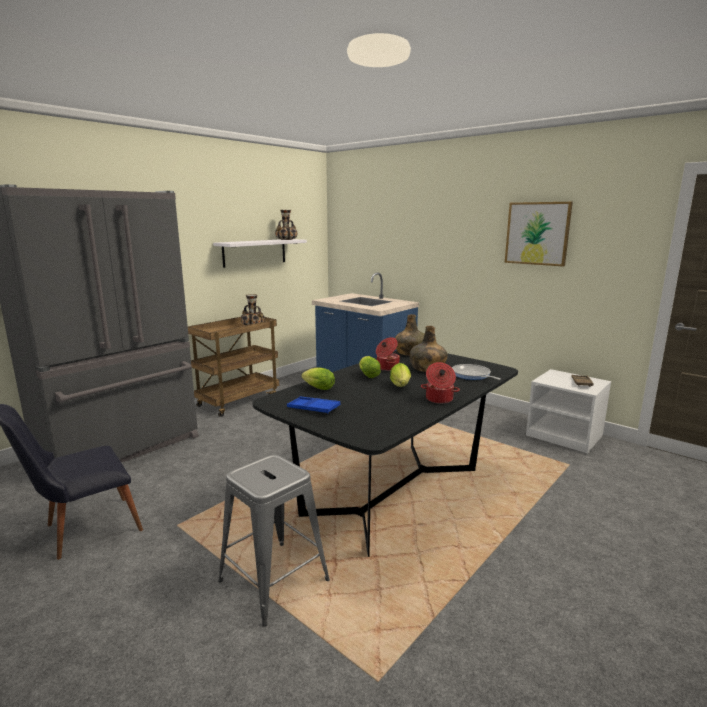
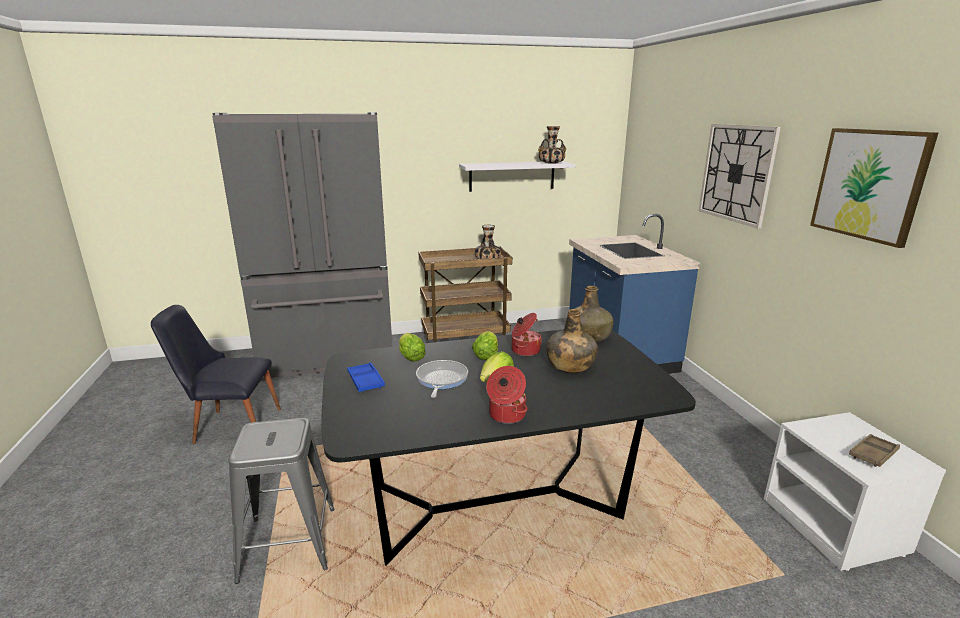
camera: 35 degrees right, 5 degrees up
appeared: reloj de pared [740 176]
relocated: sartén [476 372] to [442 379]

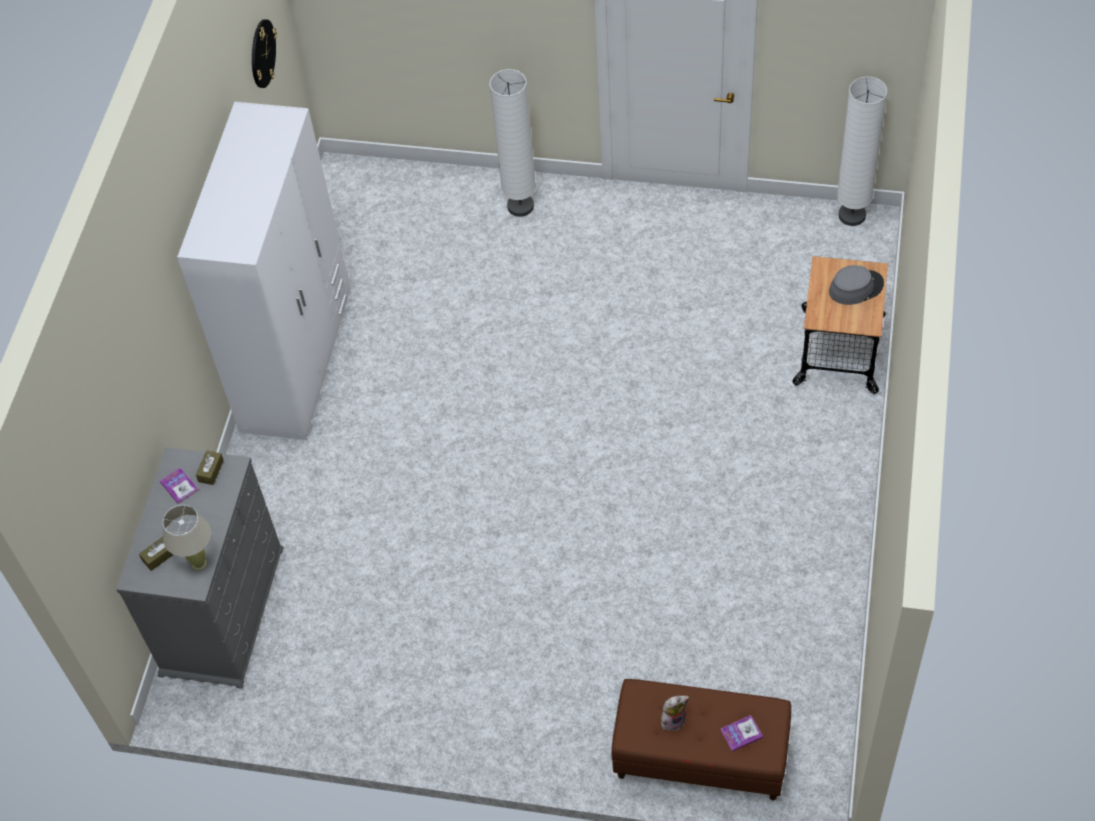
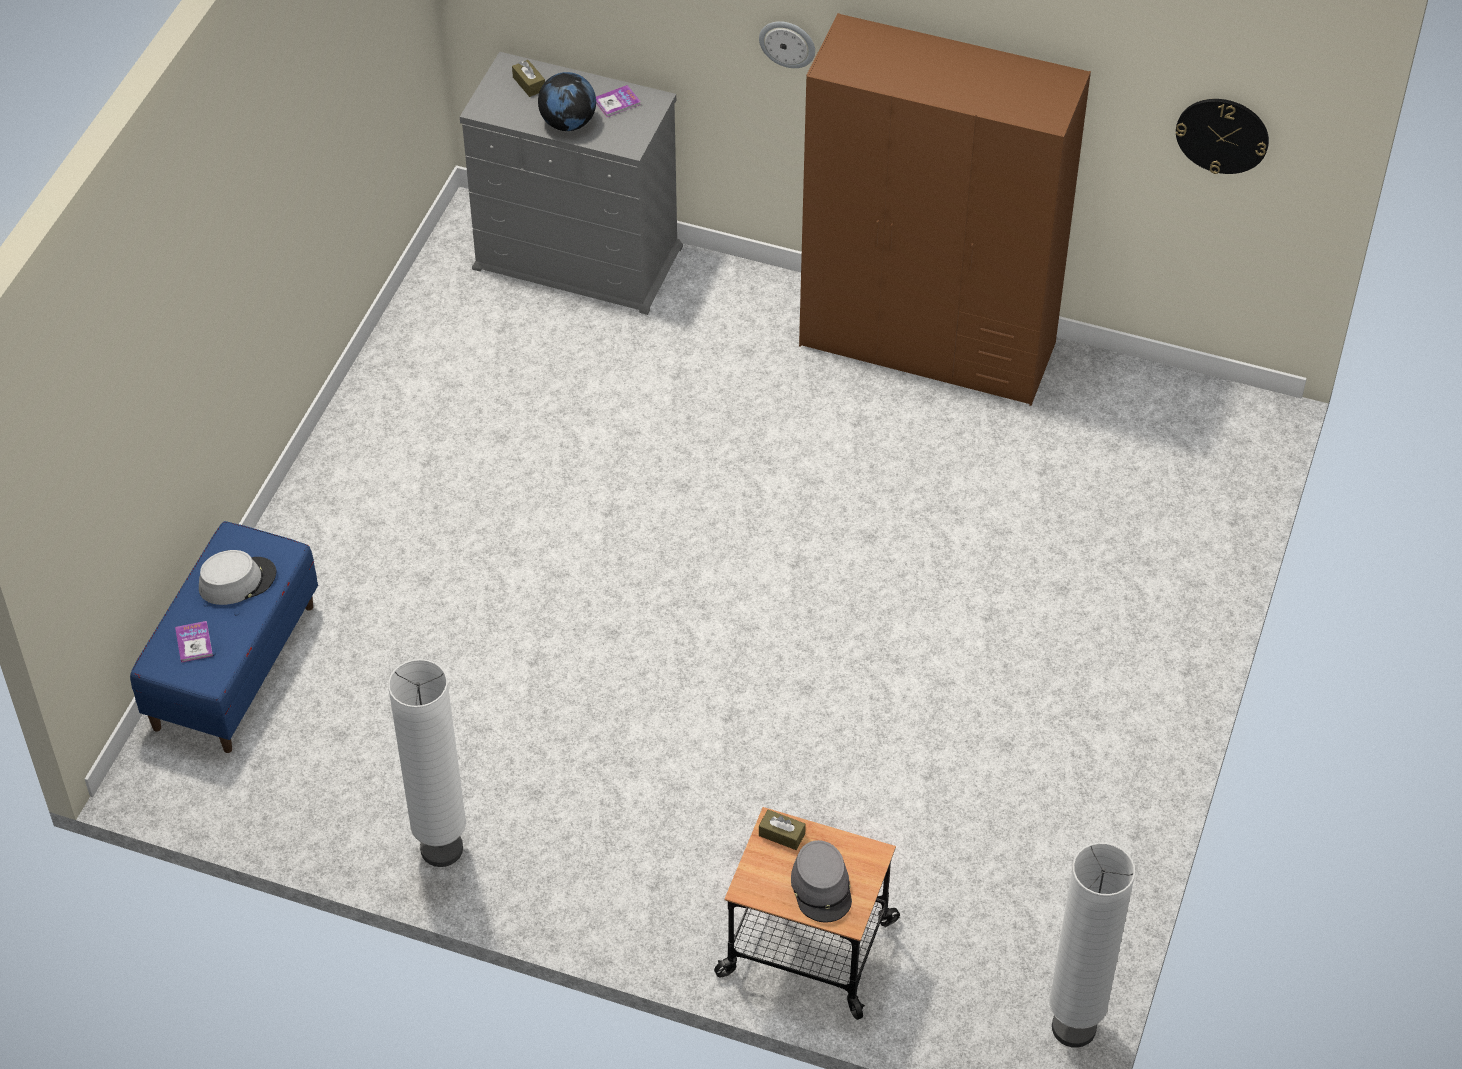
camera: 95 degrees right, 5 degrees down
missing: lámpara de mesa/beis [187 537]
appeared: globo terráqueo [567 101]; reloj de pared [787 44]
relocated: caja de pañuelos/marrón [210 468] to [782 830]; lámpara de pie/blanco [512 143] to [427 763]
exchanged: peluche [675 713] to sombrero/gris [237 577]
colour: armario ropero/blanco [264 271] to armario ropero/marrón [945 209]; banco/marrón [701 739] to banco/azul [224 637]

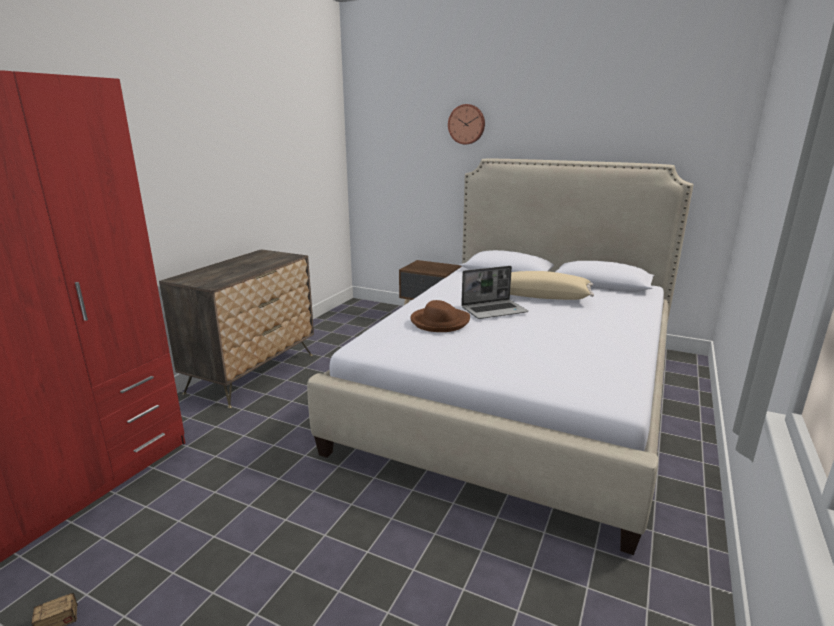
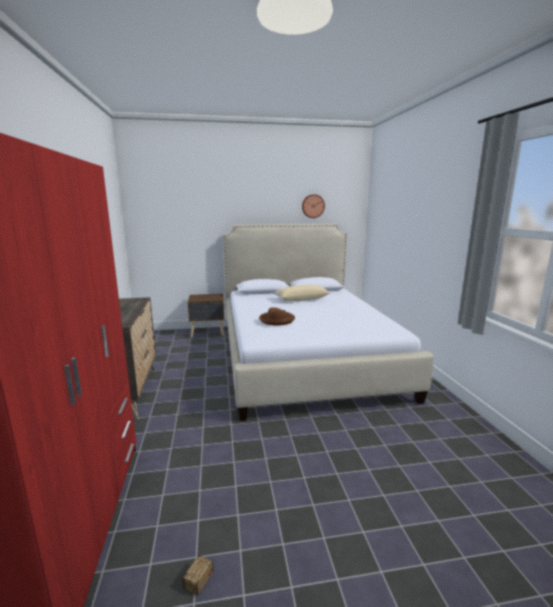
camera: 35 degrees left, 5 degrees down
missing: portátil [494 292]
relocated: reloj de pared [466 124] to [313 206]

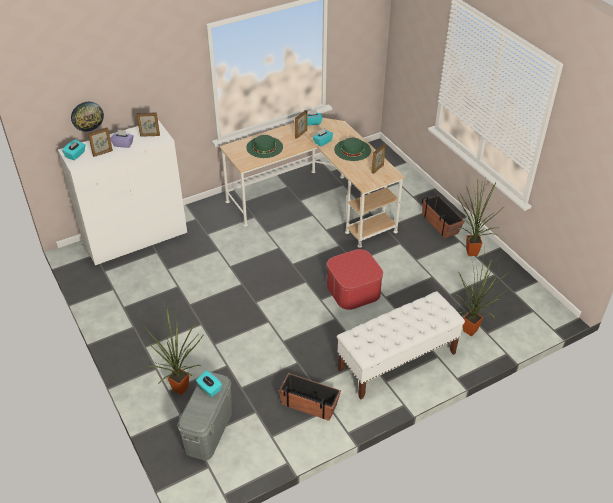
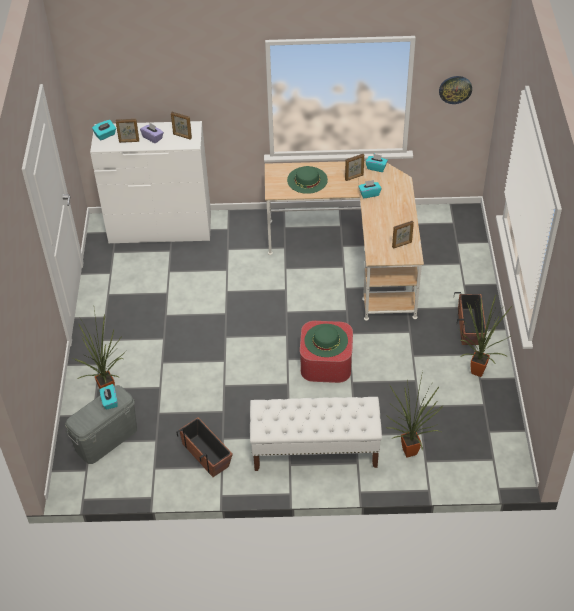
camera: 30 degrees right, 5 degrees up
relocated: reloj de pared [87 117] to [455 90]; sombrero/verde [352 149] to [326 340]

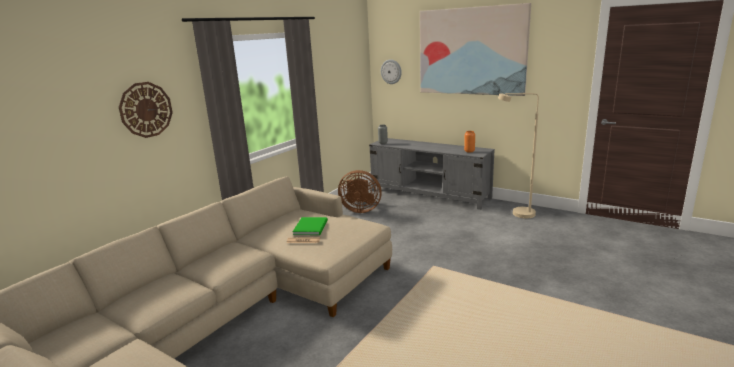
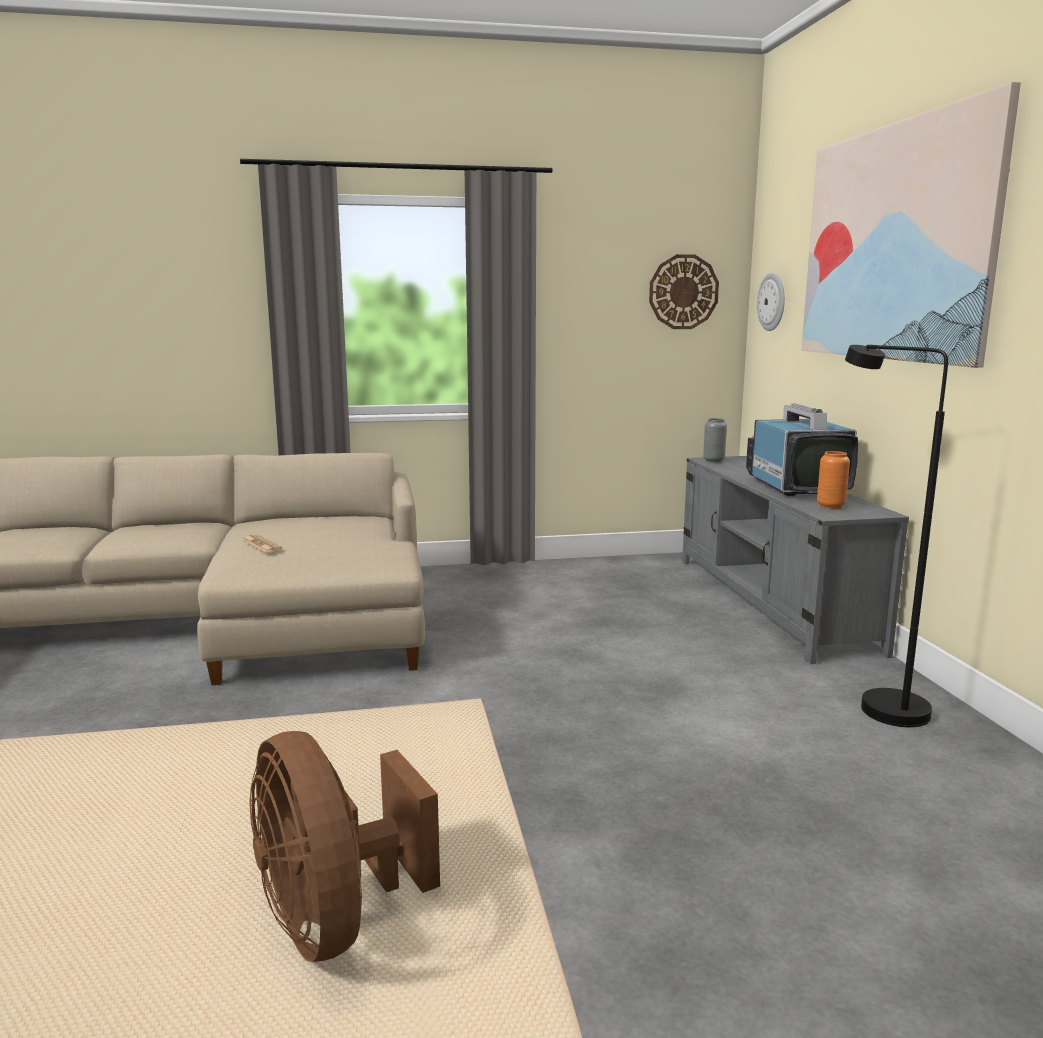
camera: 45 degrees right, 5 degrees down
missing: libro/verde [310 226]
appeared: televisor [802 449]
relocated: reloj de pared [146 110] to [684 291]; ventilador/marrón [360 191] to [345 846]
colour: lámpara de pie/beis [518 155] to lámpara de pie/negro [896 536]

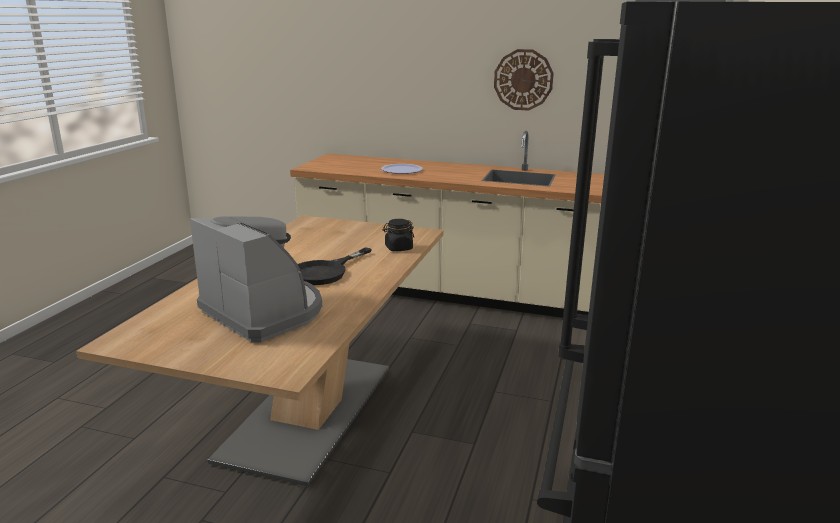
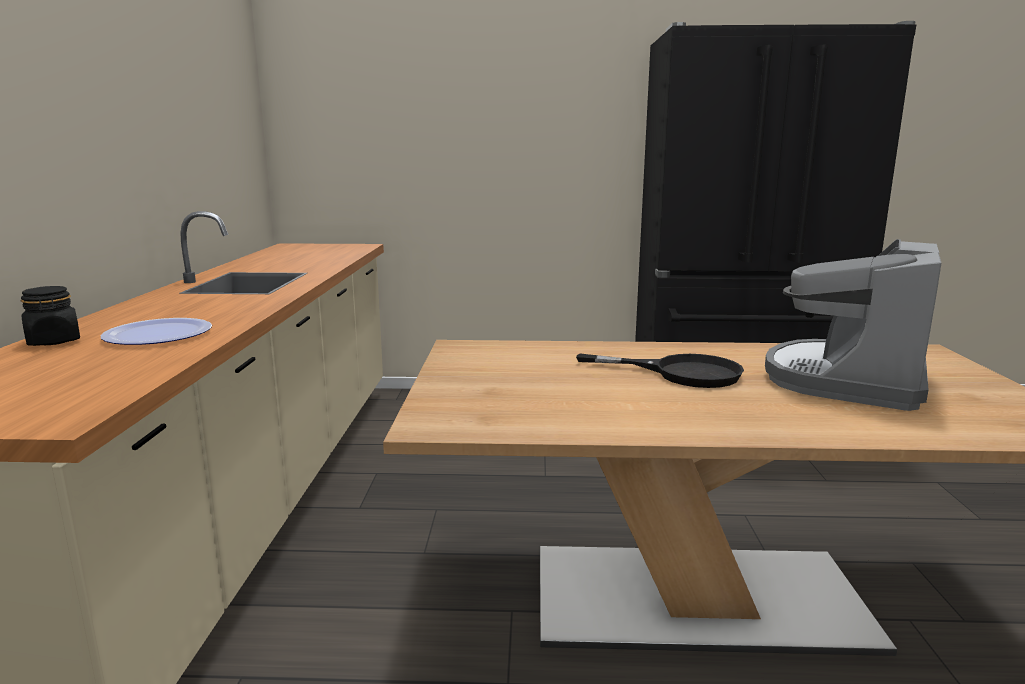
camera: 105 degrees left, 5 degrees down
missing: reloj de pared [524 80]
relocated: tarro/negro [398 235] to [50 316]

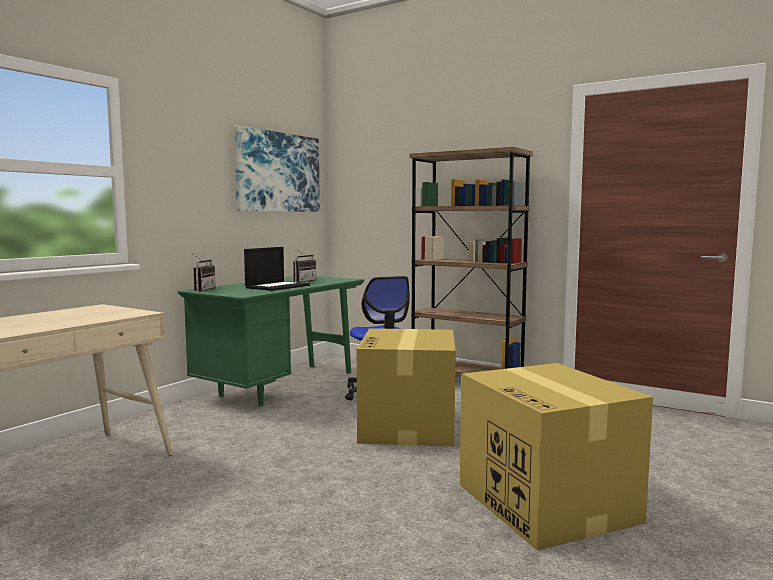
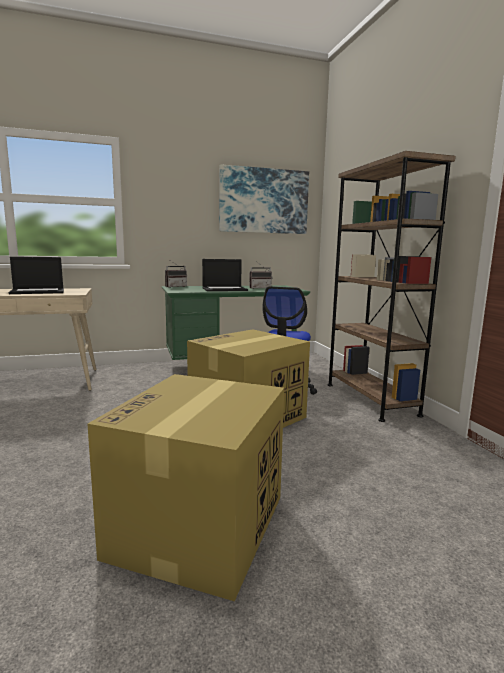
camera: 40 degrees right, 5 degrees up
appeared: portátil [36 275]

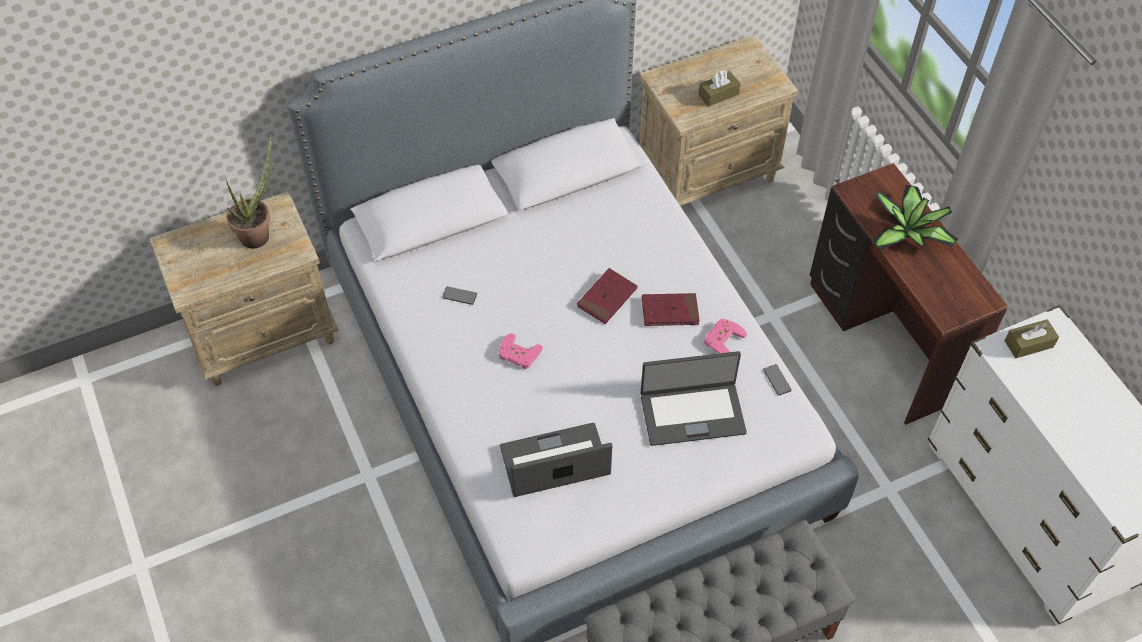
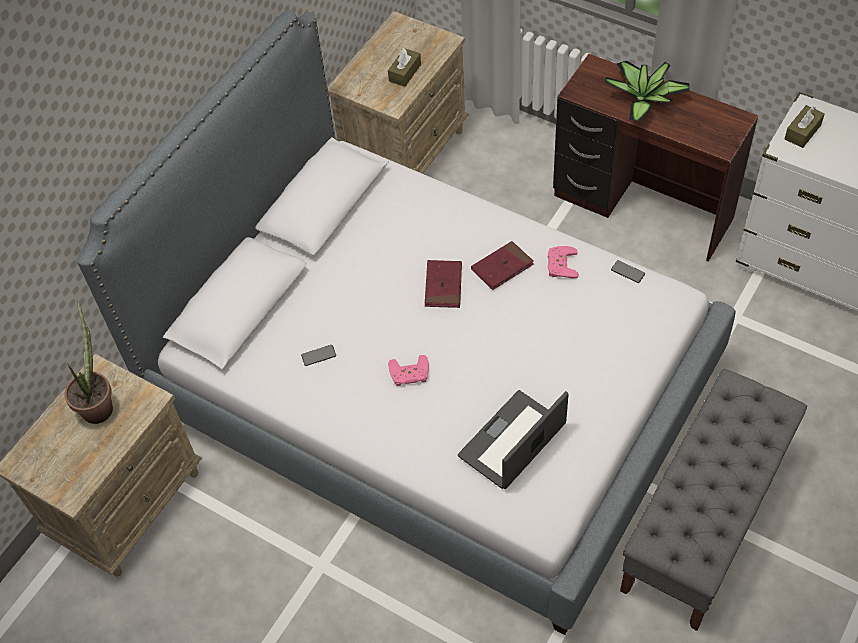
camera: 30 degrees left, 0 degrees up
missing: portátil [694 398]

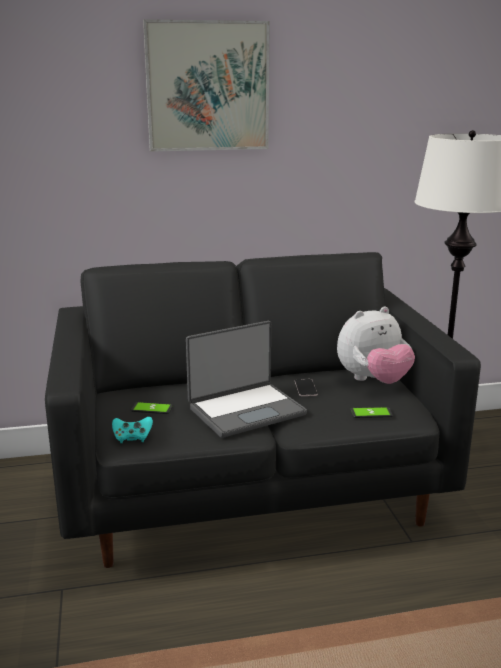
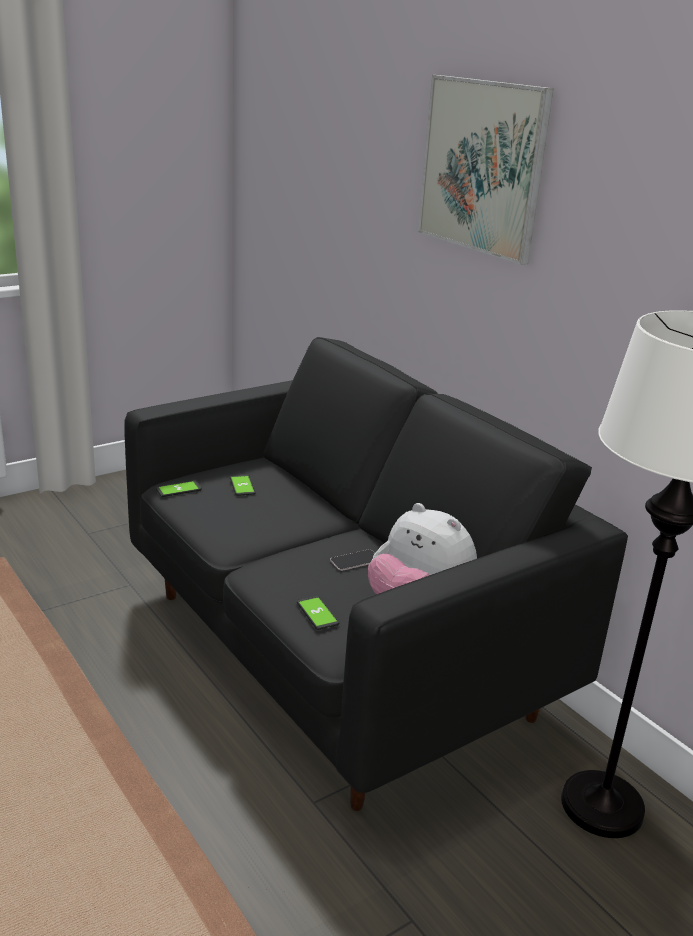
camera: 65 degrees right, 5 degrees up
missing: portátil [246 379]
exchanged: mando de consola/turquesa [132 430] to móvil [179 489]

